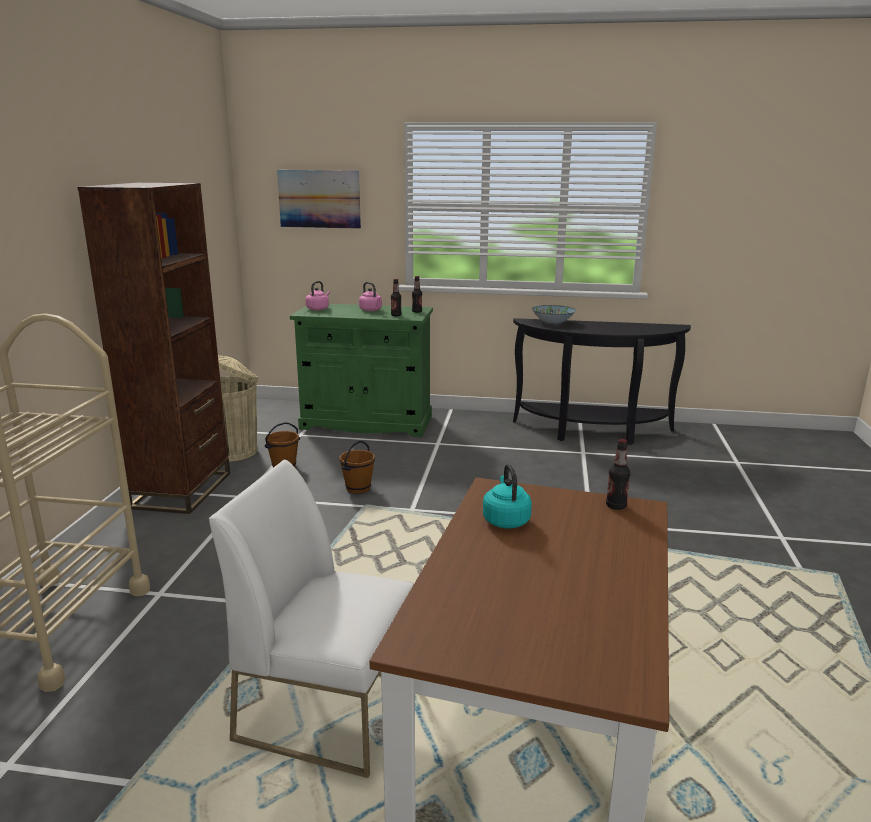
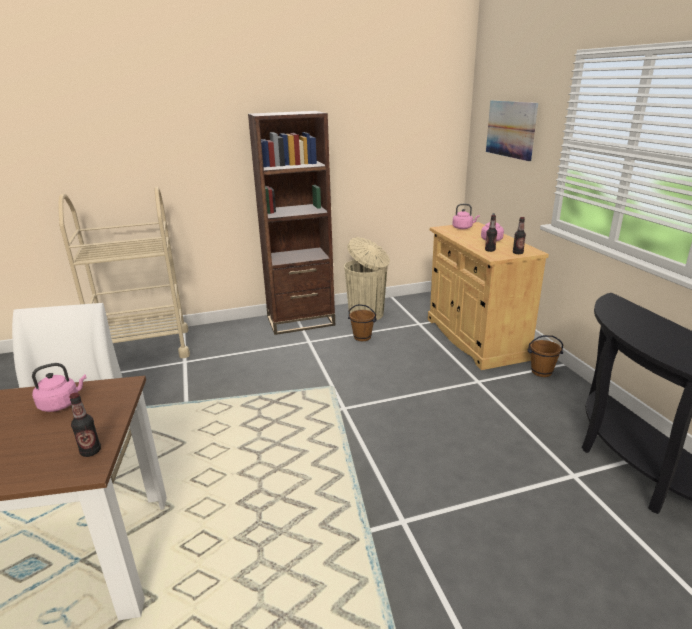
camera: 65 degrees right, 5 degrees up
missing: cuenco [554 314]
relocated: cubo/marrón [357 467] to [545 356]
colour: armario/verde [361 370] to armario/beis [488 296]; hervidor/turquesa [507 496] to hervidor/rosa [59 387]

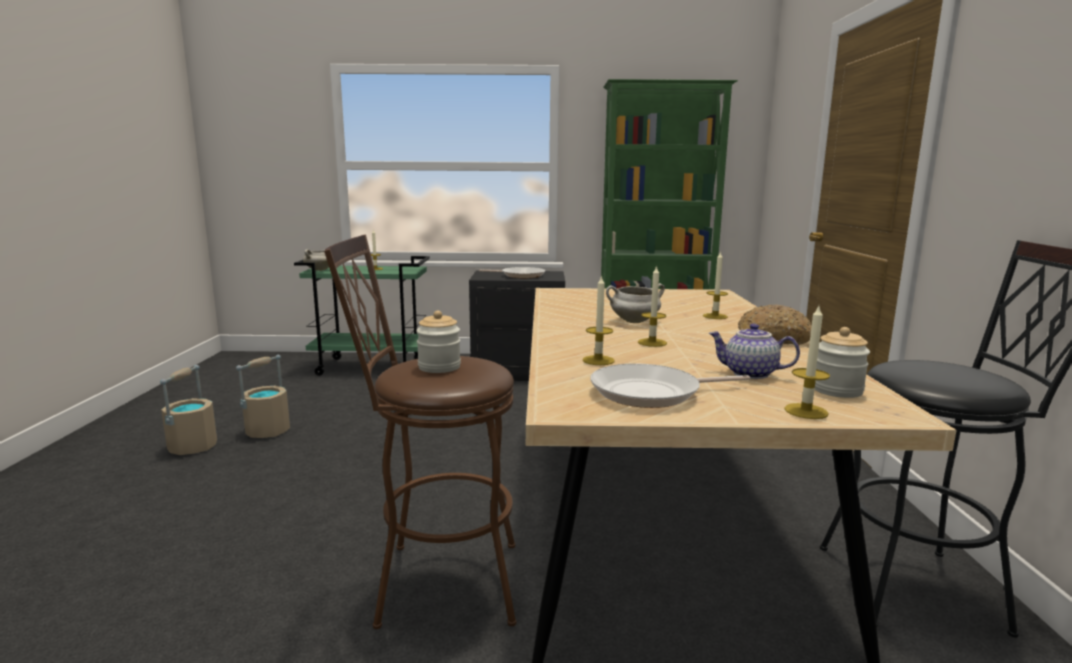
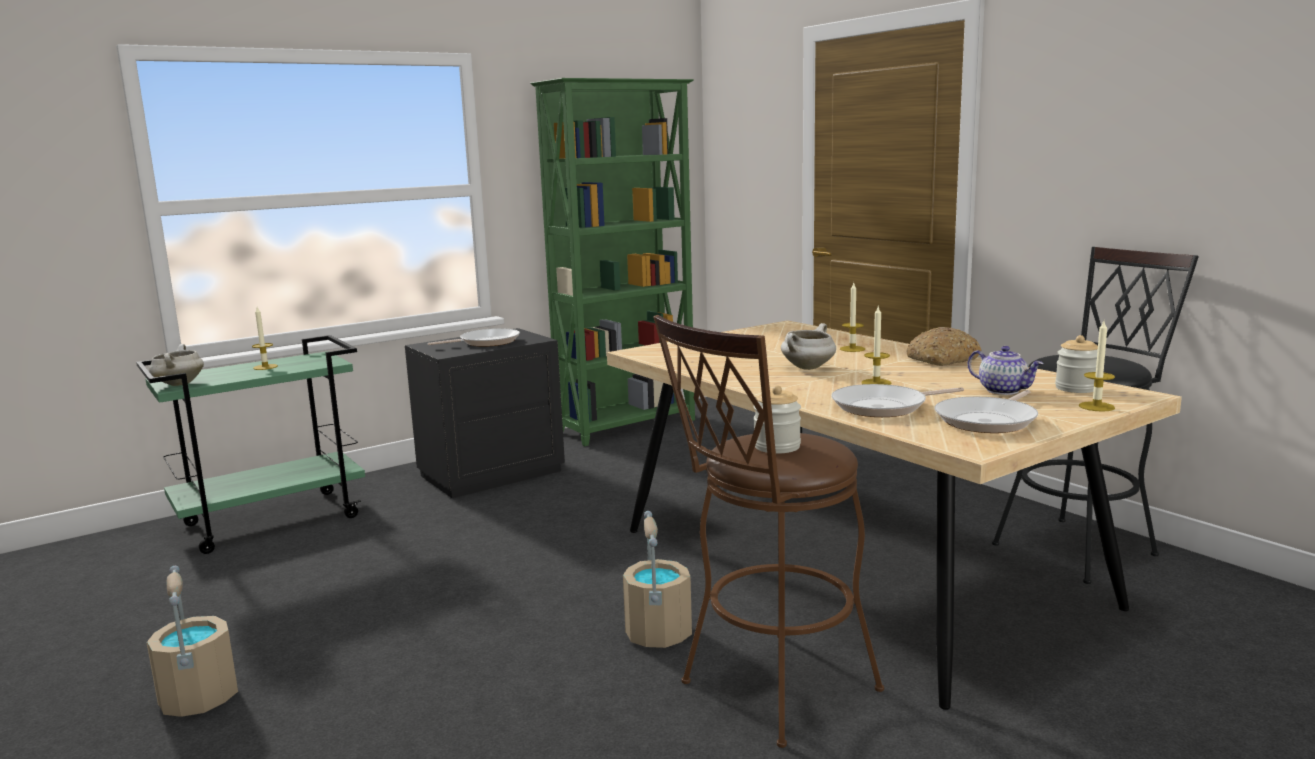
camera: 35 degrees left, 0 degrees up
relocated: cubo/beis [263 396] to [657 579]
exchanged: vela [598 320] to sartén [898 400]
spun: tetera [754 351] = [1006 370] 120 degrees counterclockwise

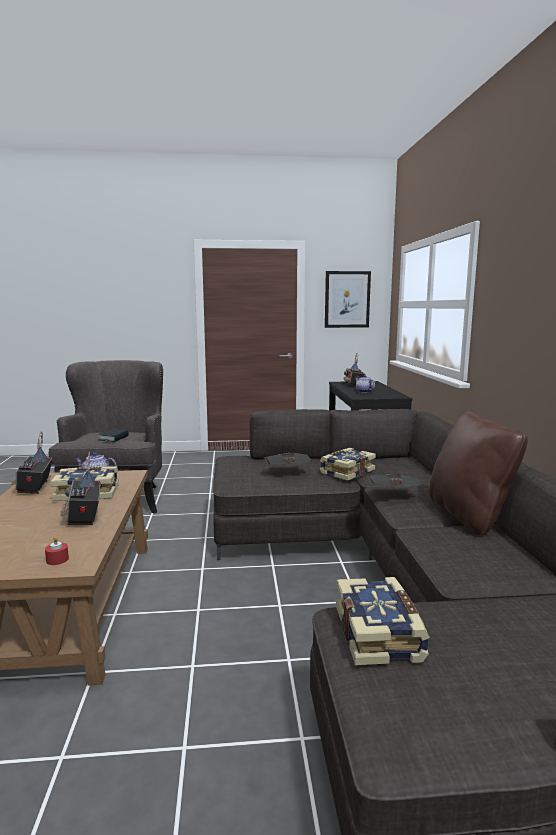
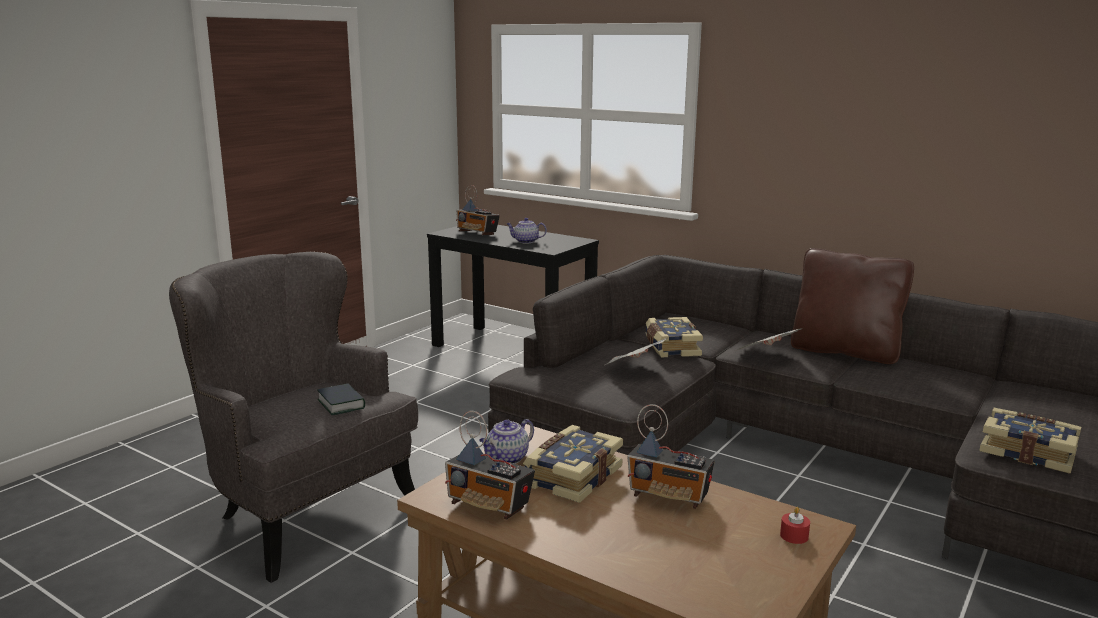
camera: 50 degrees left, 5 degrees up
missing: cuadro [348 299]

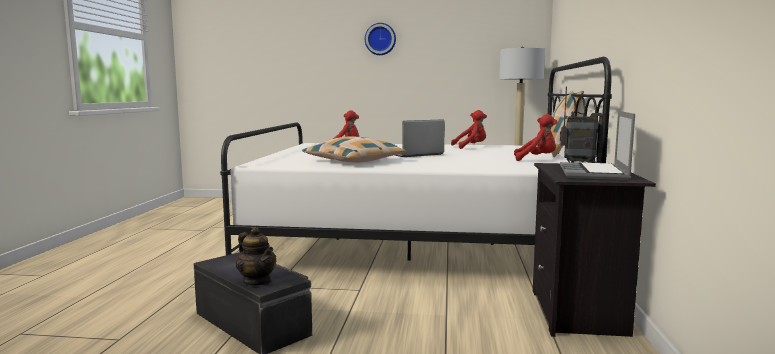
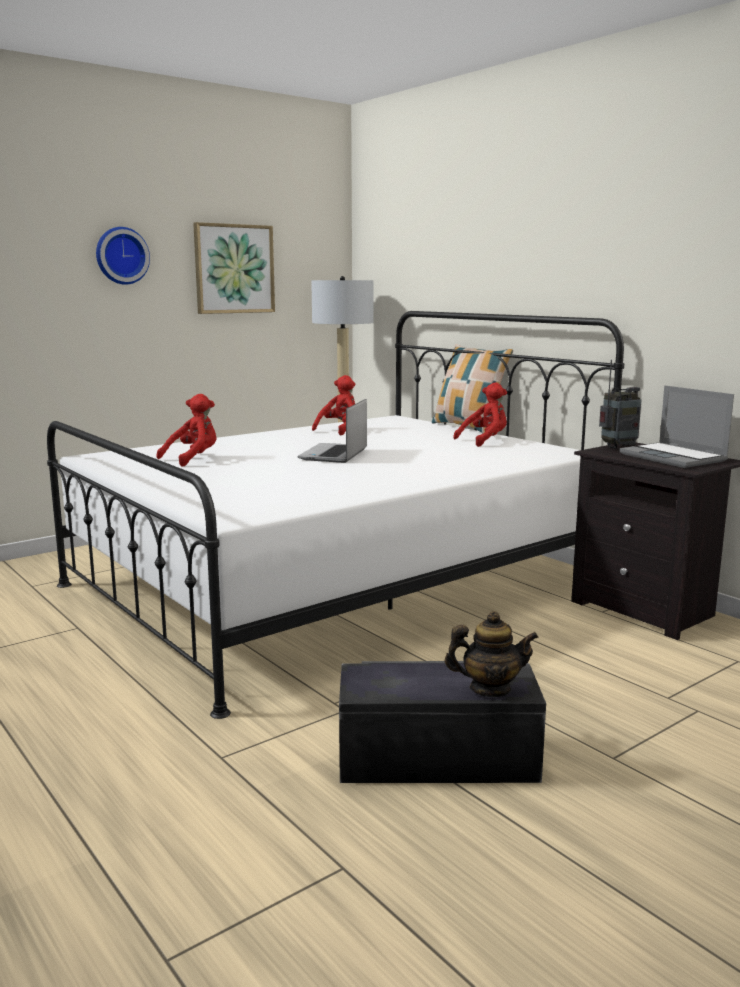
camera: 45 degrees left, 5 degrees up
missing: cojín [354 150]
appeared: cuadro [234 268]

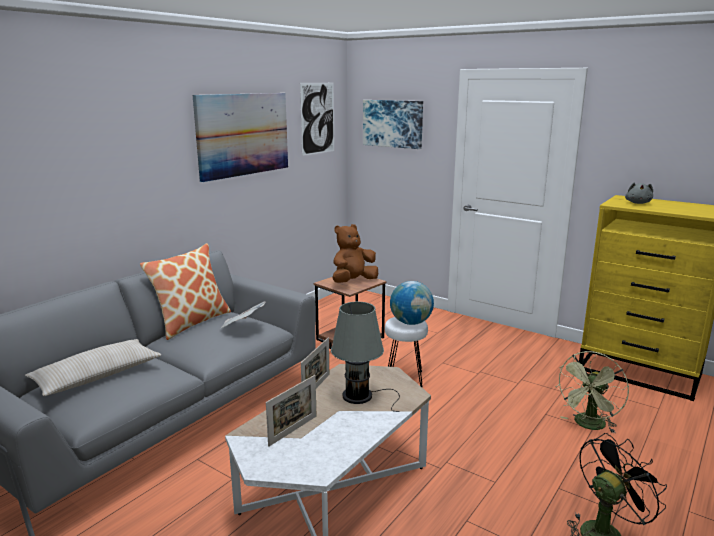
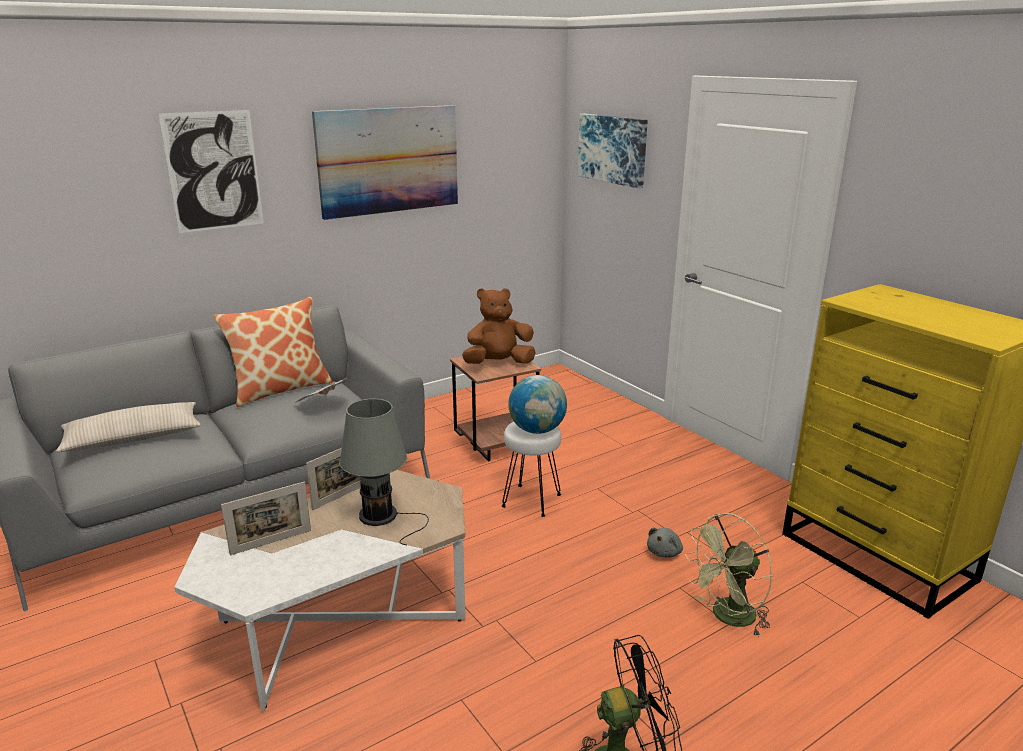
camera: 20 degrees right, 5 degrees up
relocated: cuadro [317 119] to [211 171]; peluche/gris [639 193] to [665 542]

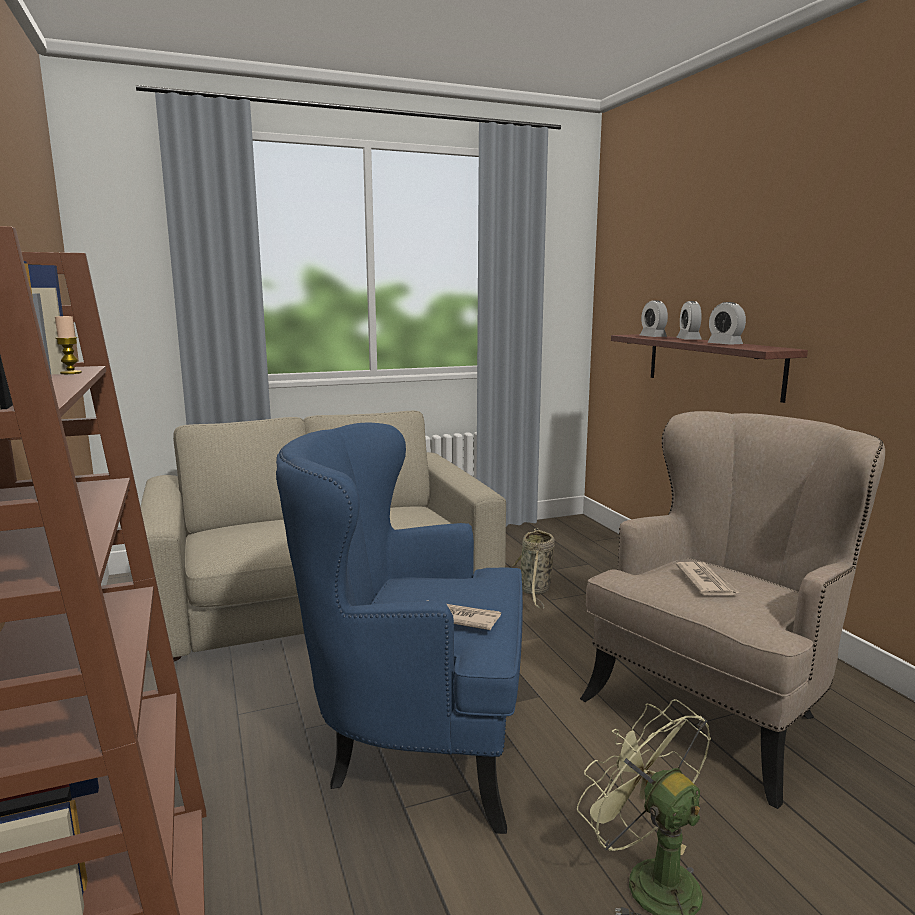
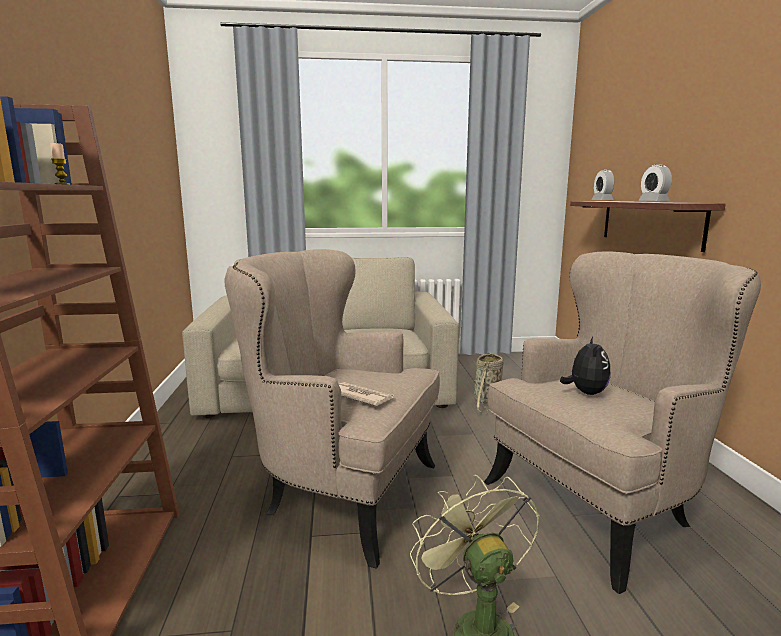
camera: 15 degrees right, 0 degrees up
missing: despertador [689 320]
exchanged: periódico [708 578] to peluche [585 366]
colour: sillón/azul [399 628] to sillón/beis [332 408]

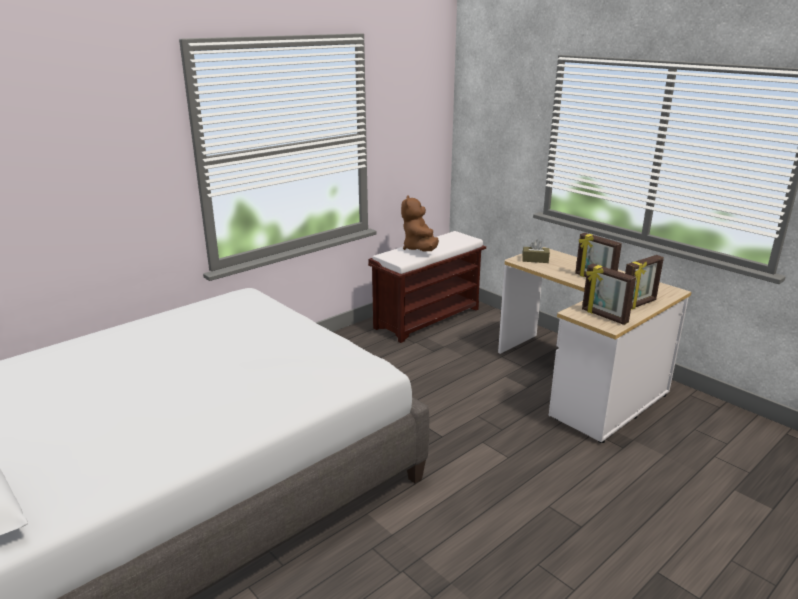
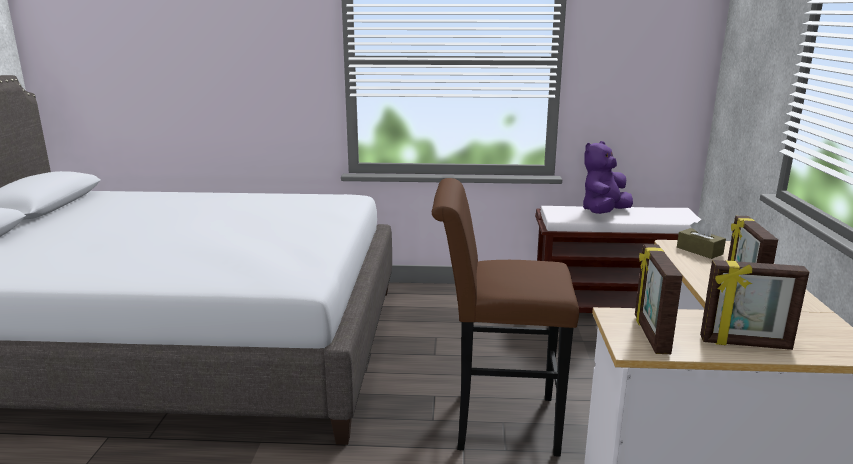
camera: 45 degrees right, 5 degrees down
appeared: taburete/marrón [505 317]
colour: peluche/marrón [420 223] to peluche/morado [608 177]

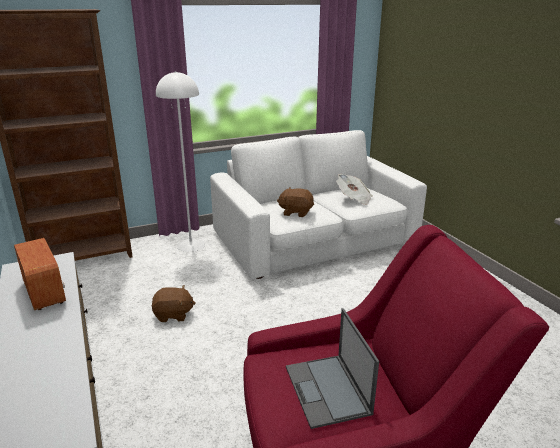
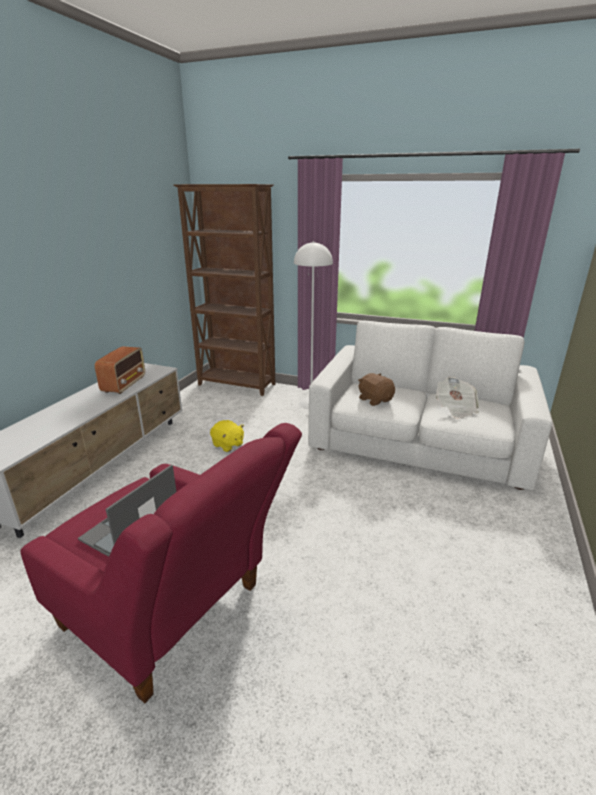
camera: 45 degrees right, 0 degrees up
colour: peluche/marrón [173 303] to peluche/amarillo [227 436]

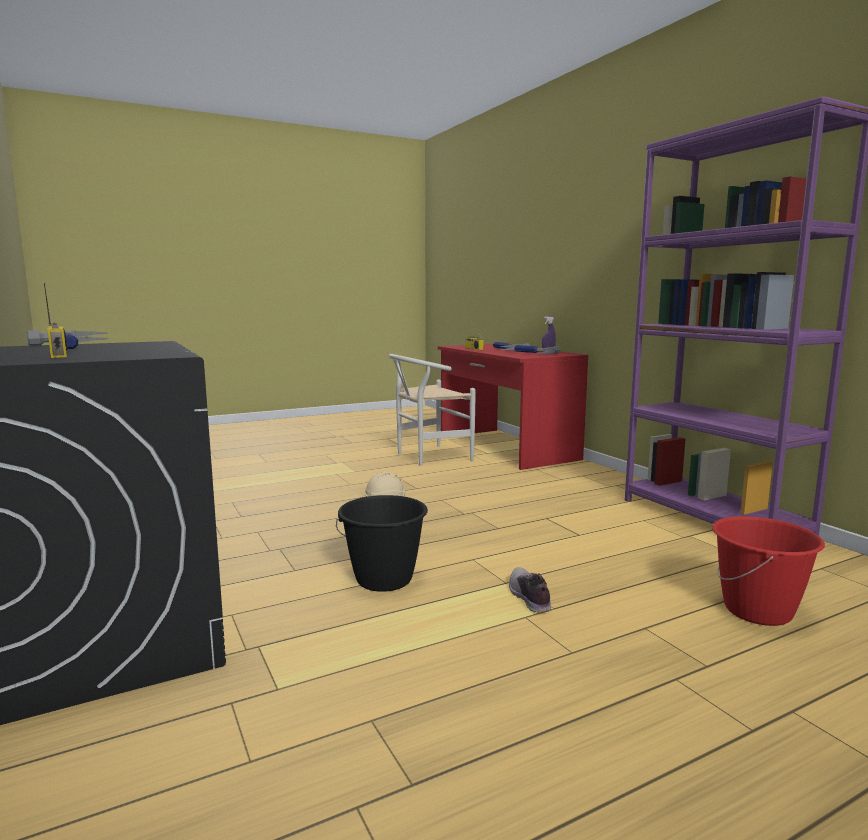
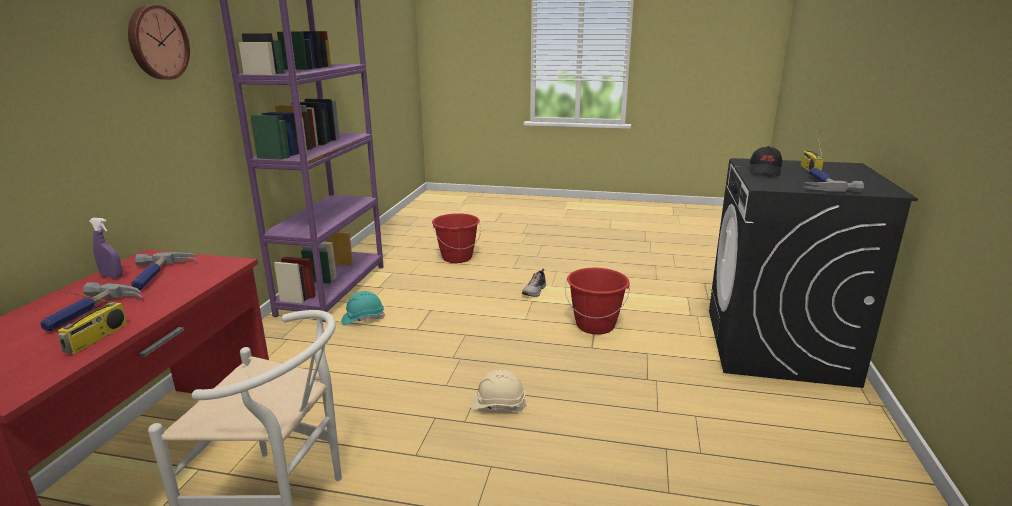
camera: 140 degrees left, 10 degrees up
appeared: reloj de pared [159 42]; casco/turquesa [363 308]; gorra/negro [766 161]
colour: cubo/negro [382 543] to cubo/rojo [597 301]

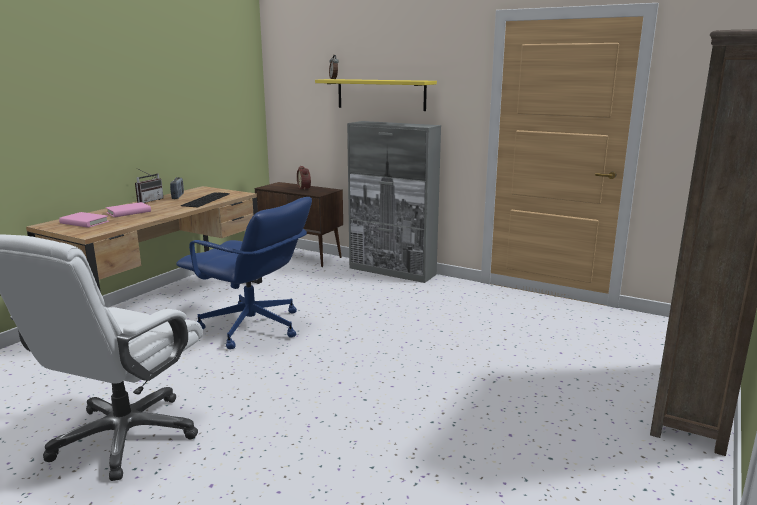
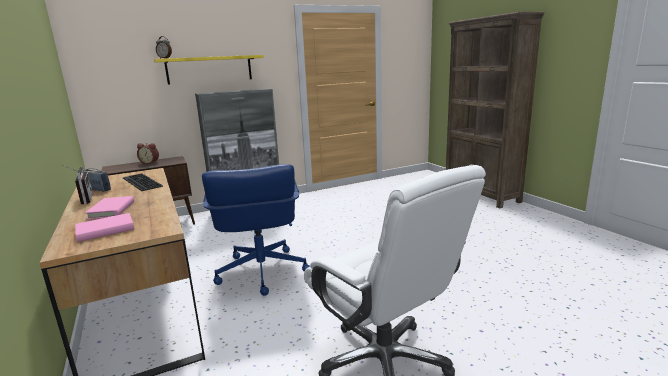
camera: 55 degrees left, 0 degrees up
spun: silla de oficina/azul [244 273] = [256 230] 105 degrees clockwise

